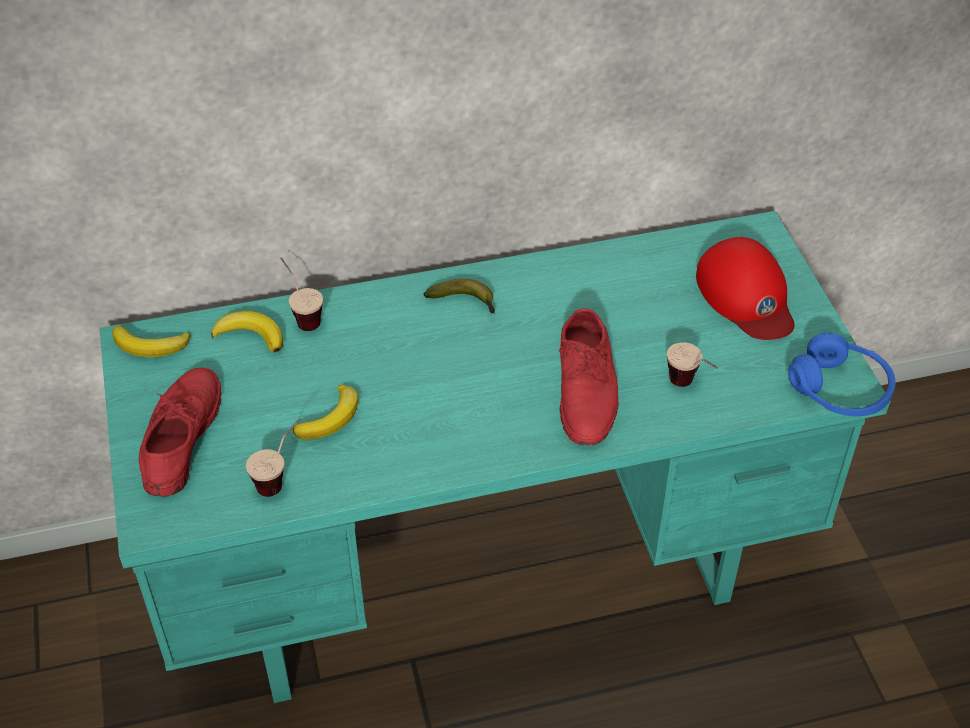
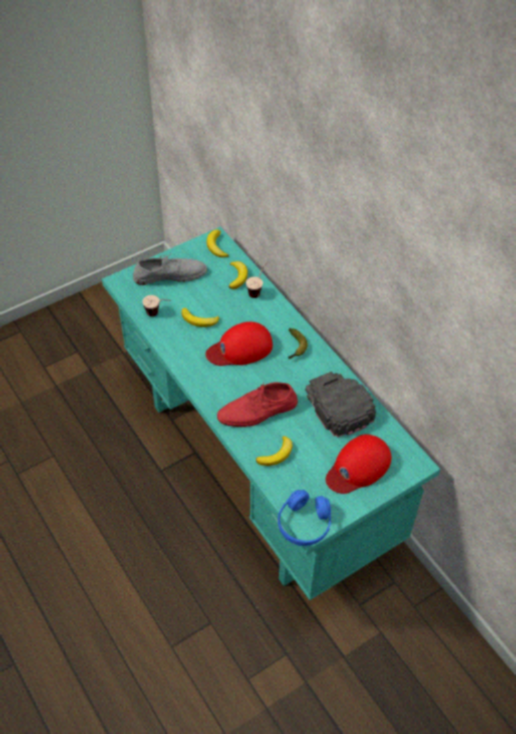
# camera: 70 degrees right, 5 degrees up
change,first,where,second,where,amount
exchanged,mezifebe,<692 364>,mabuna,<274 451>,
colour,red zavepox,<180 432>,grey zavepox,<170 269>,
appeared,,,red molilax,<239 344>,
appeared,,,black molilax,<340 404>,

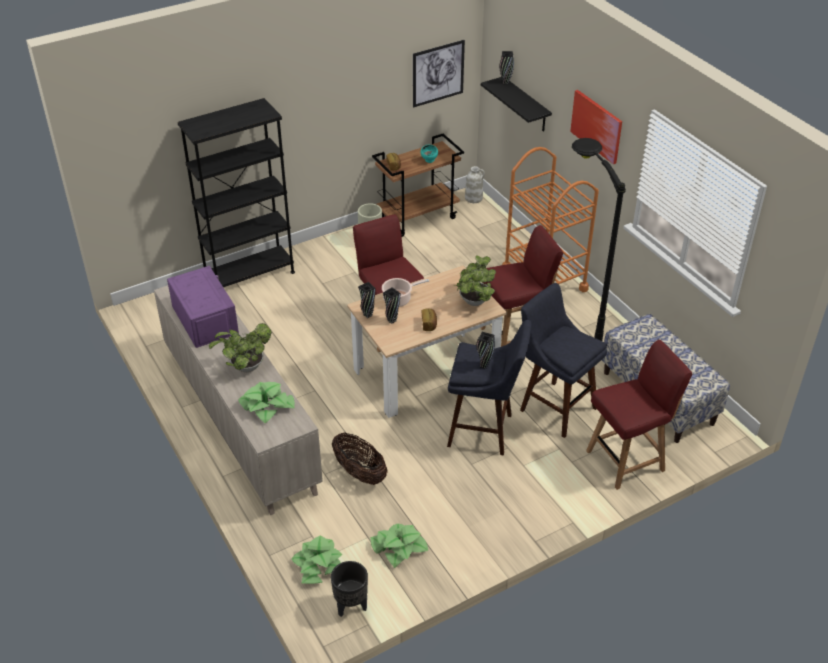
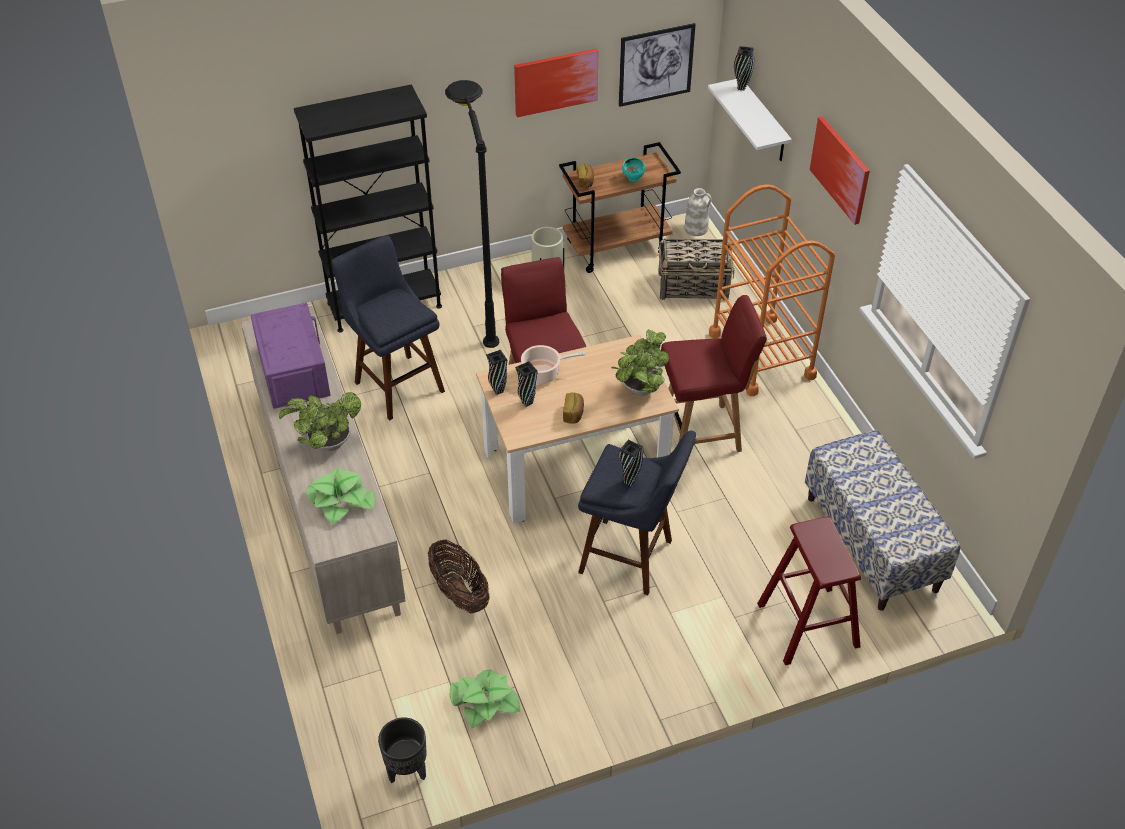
# camera: 10 degrees right, 5 degrees up
change,first,where,second,where,amount
colour,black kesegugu,<516 104>,white kesegugu,<750 120>,
relocated,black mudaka,<599 239>,,<472 214>,
relocated,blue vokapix,<563 360>,,<388 327>,
exchanged,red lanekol,<639 415>,red vokapix,<809 591>,
missing,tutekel,<317 559>,,,
appeared,,,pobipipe,<556 83>,
appeared,,,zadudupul,<696 269>,

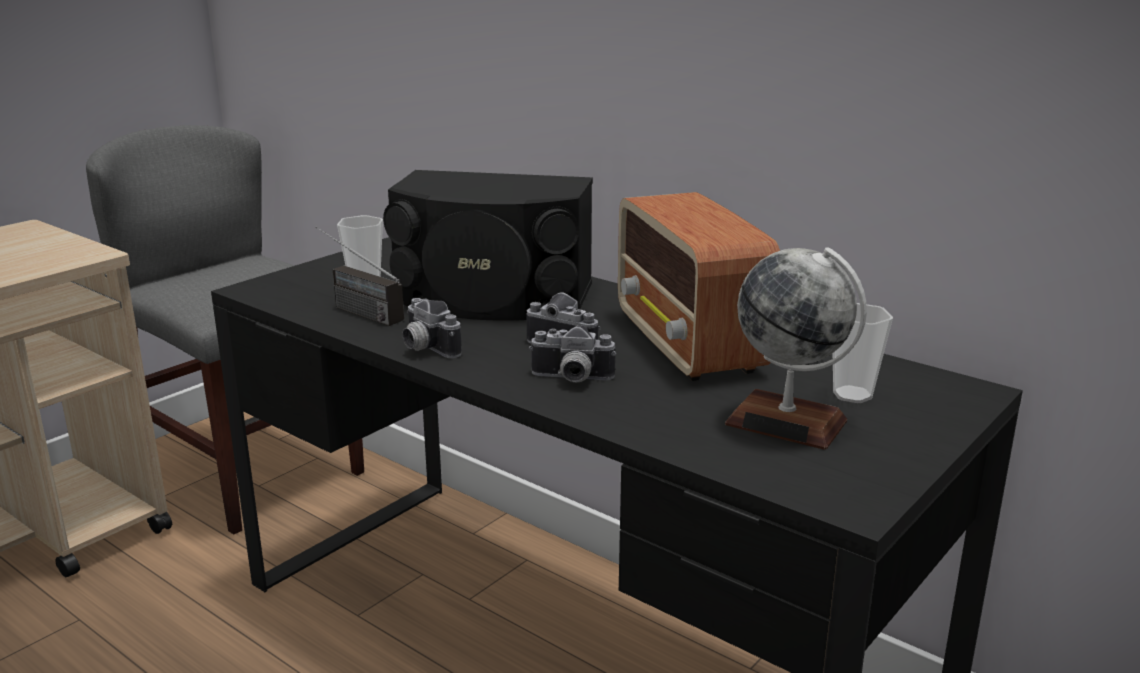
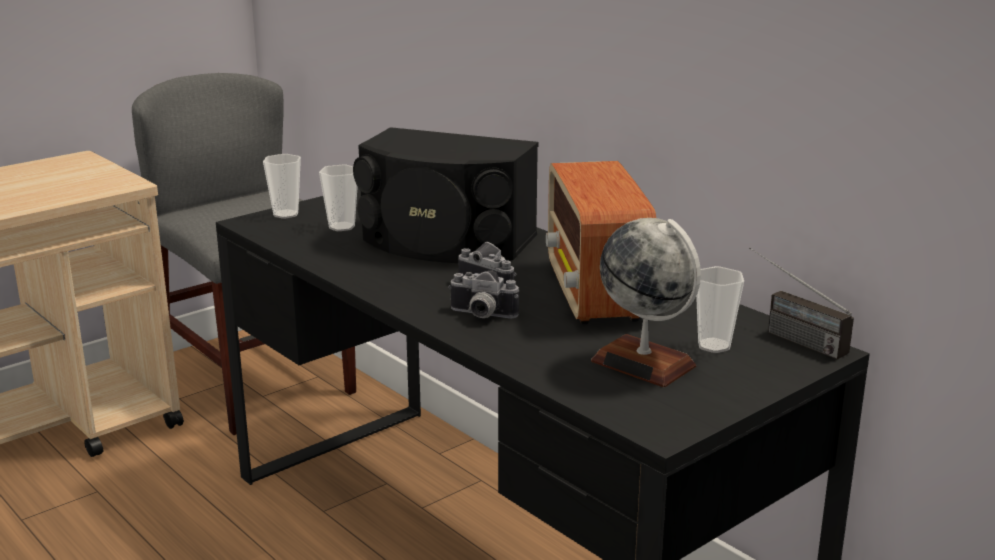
# camera: 10 degrees right, 0 degrees up
change,first,where,second,where,amount
relocated,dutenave,<359 276>,,<801 303>,
missing,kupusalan,<432 328>,,,
appeared,,,mezifebe,<282 186>,

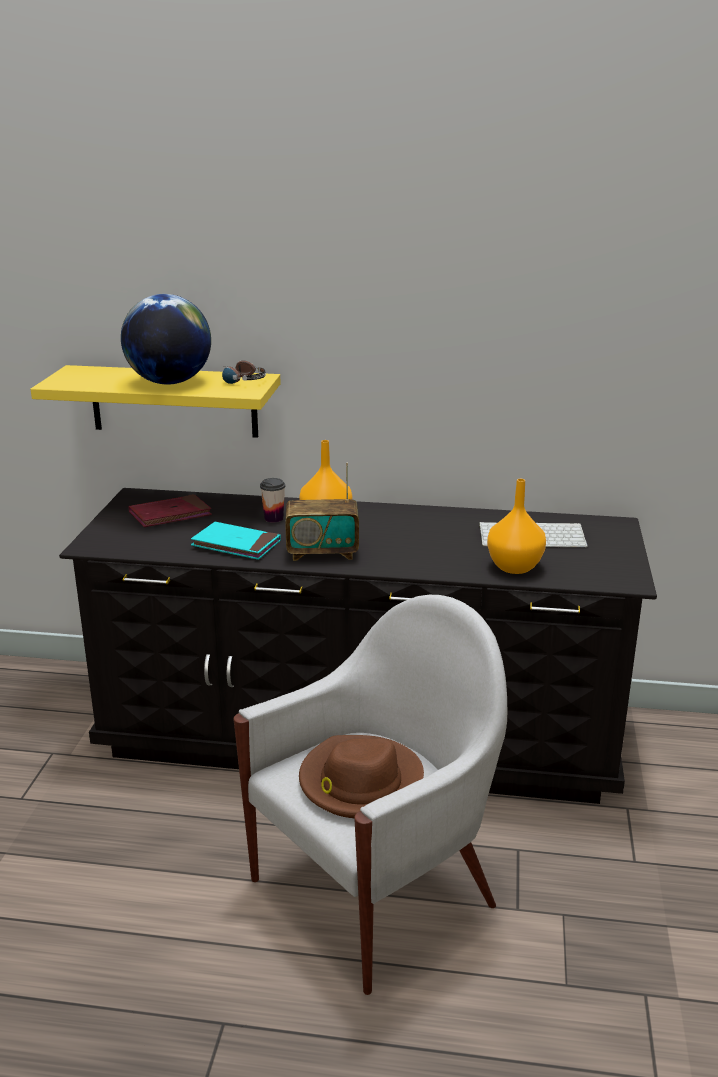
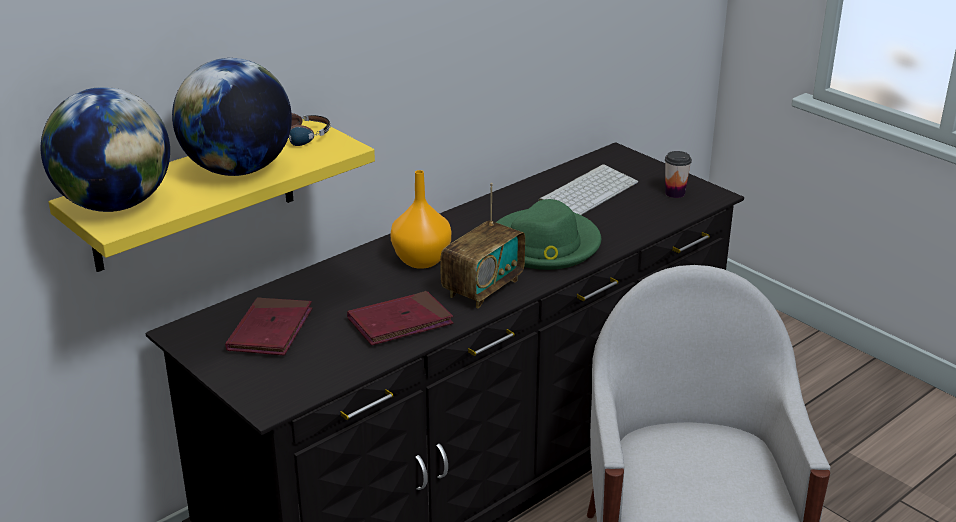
# camera: 50 degrees left, 5 degrees up
change,first,where,second,where,amount
relocated,mezifebe,<272 500>,,<678 174>,
missing,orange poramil,<516 526>,,,
colour,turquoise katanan,<236 541>,red katanan,<400 318>,
missing,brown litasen,<361 776>,,,
appeared,,,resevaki,<105 149>,
appeared,,,green litasen,<548 234>,

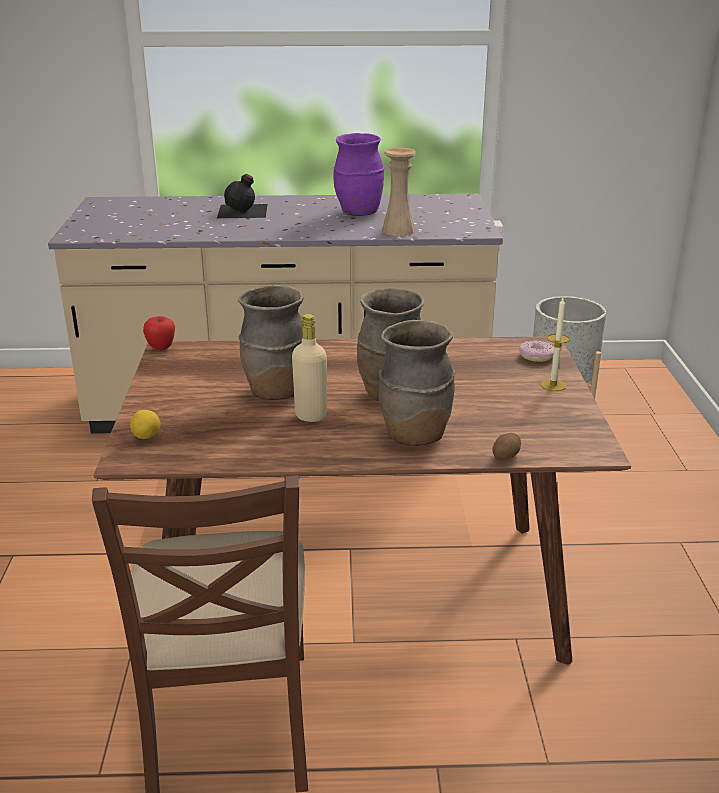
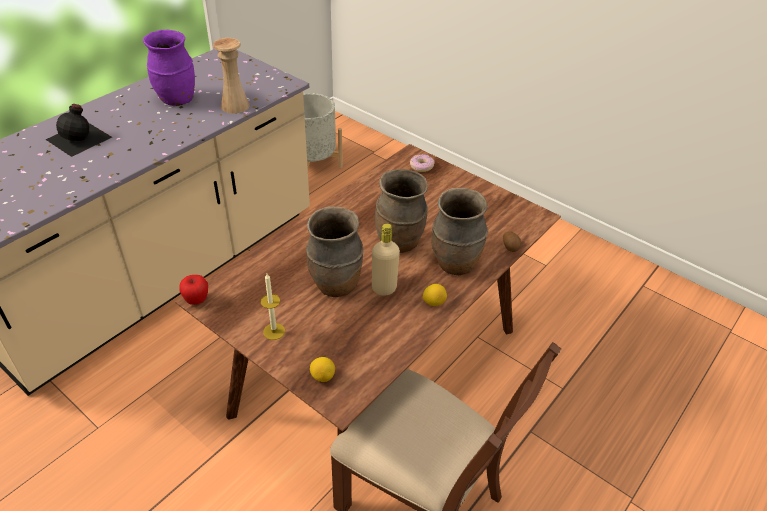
# camera: 50 degrees left, 15 degrees up
change,first,where,second,where,amount
relocated,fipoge,<555 344>,,<273 307>,
appeared,,,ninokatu,<435 295>,

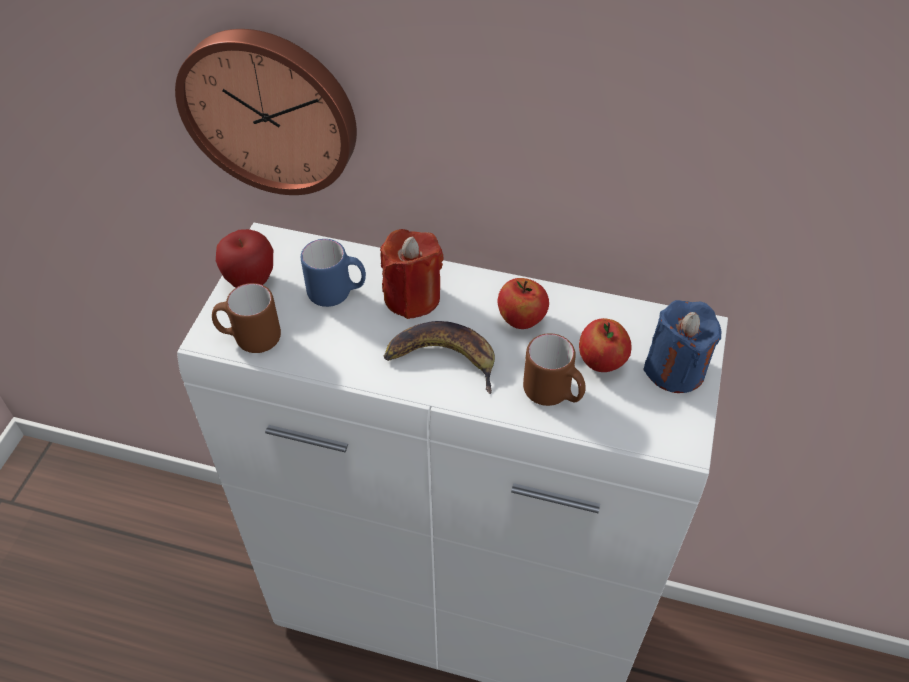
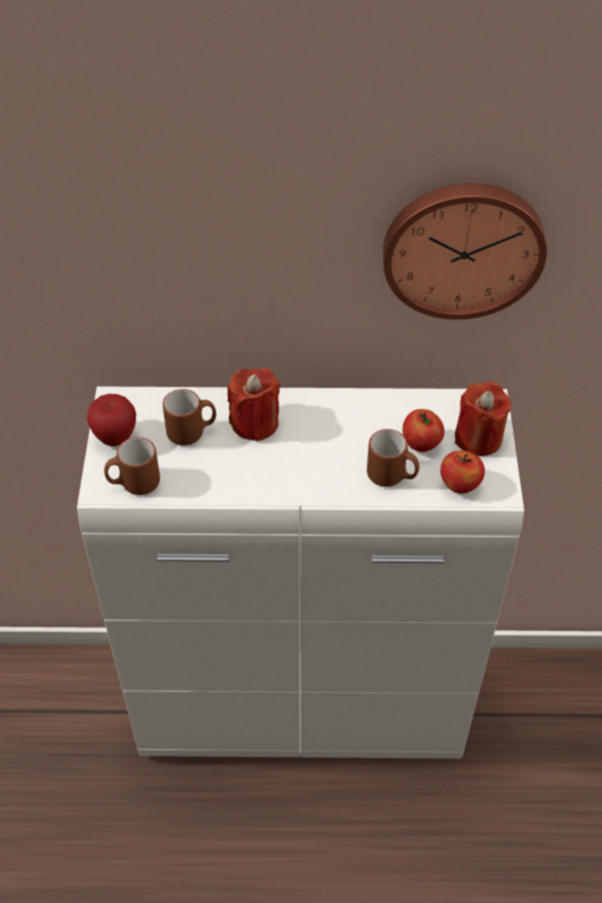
# camera: 15 degrees left, 0 degrees up
change,first,where,second,where,amount
relocated,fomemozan,<266 112>,,<465 251>,
colour,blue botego,<333 273>,brown botego,<189 417>,
relocated,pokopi,<523 303>,,<462 472>,
colour,blue fipoge,<682 346>,red fipoge,<483 419>,
missing,mabuna,<439 357>,,,

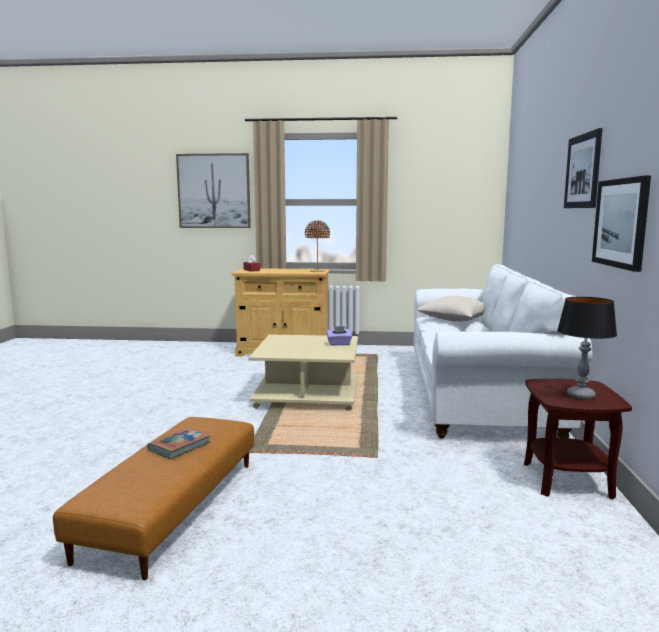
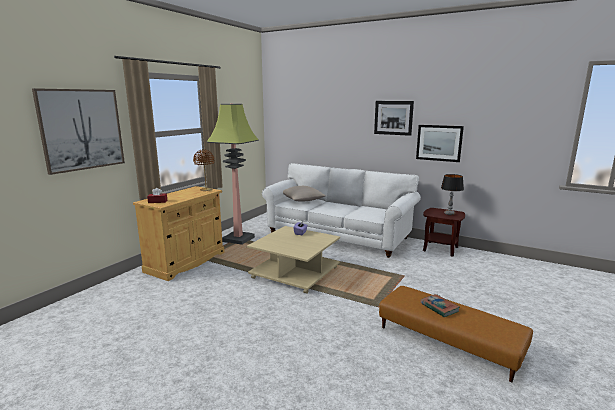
# camera: 65 degrees left, 5 degrees up
change,first,where,second,where,amount
appeared,,,mudaka,<233 174>,

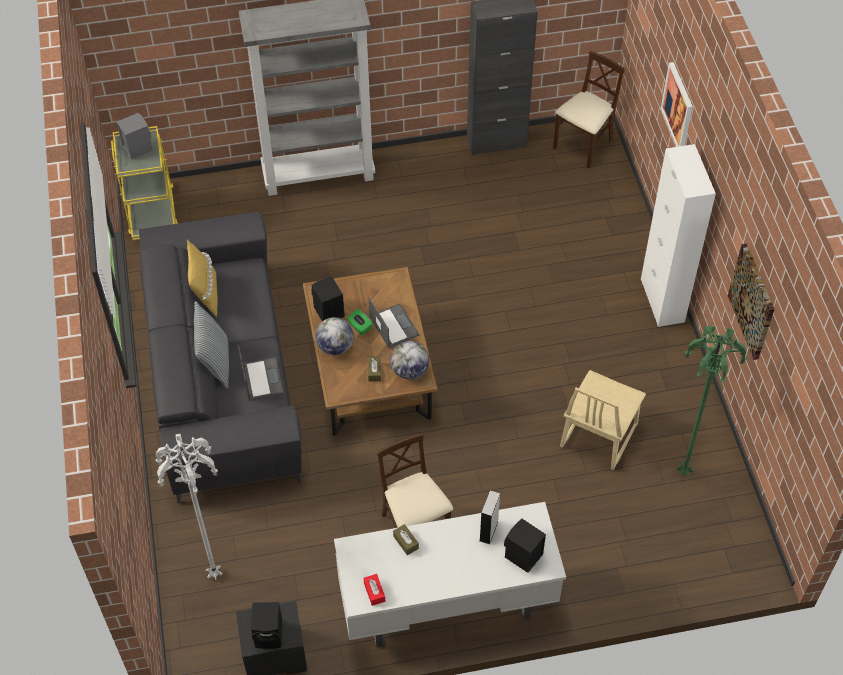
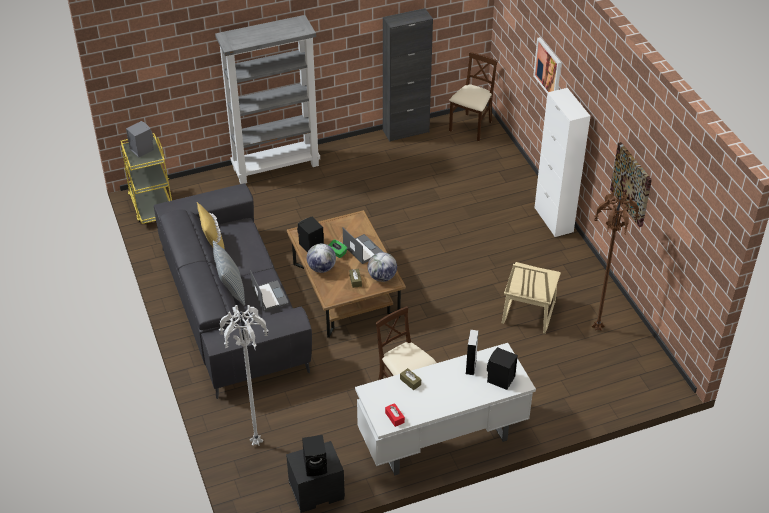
# camera: 10 degrees left, 10 degrees down
change,first,where,second,where,amount
colour,green mudaka,<712 401>,brown mudaka,<615 261>,

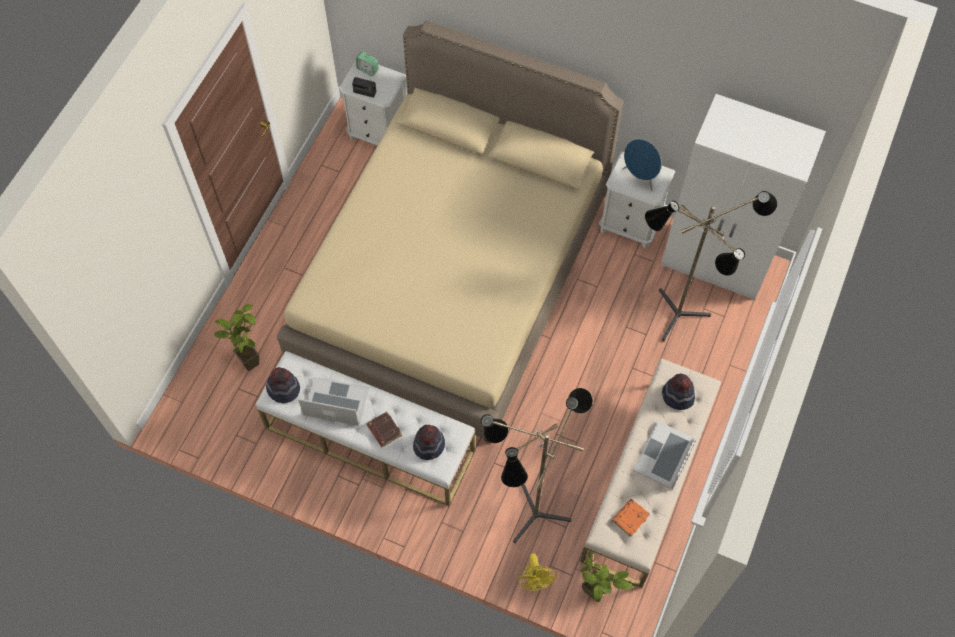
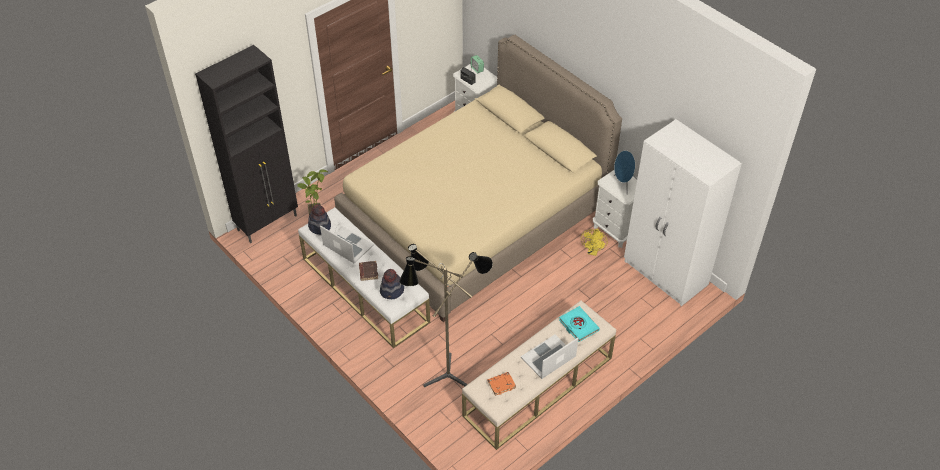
# camera: 25 degrees right, 15 degrees down
change,first,where,second,where,amount
missing,mudaka,<711 266>,,,
exchanged,litasen,<678 391>,turquoise katanan,<579 324>,
missing,tutekel,<607 577>,,,
relocated,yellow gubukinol,<537 572>,,<594 242>,
appeared,,,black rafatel,<246 144>,

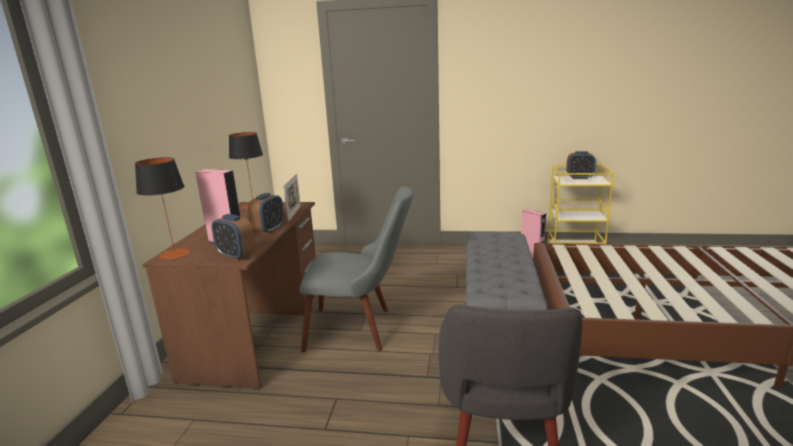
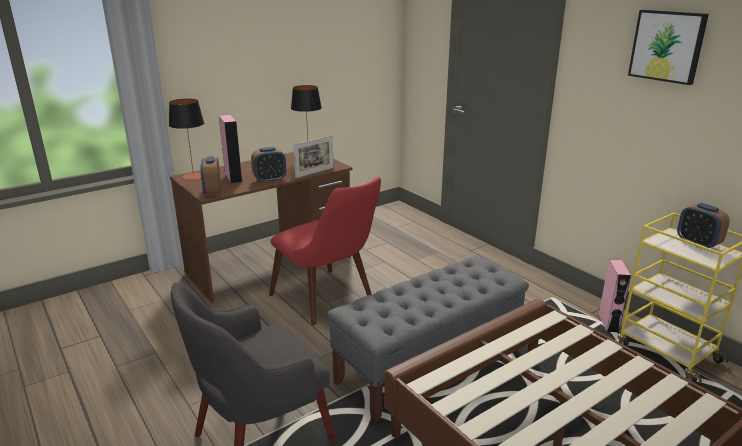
# camera: 45 degrees right, 5 degrees up
change,first,where,second,where,amount
colour,grey lanekol,<356 269>,red lanekol,<325 251>,
appeared,,,pobipipe,<668 47>,

